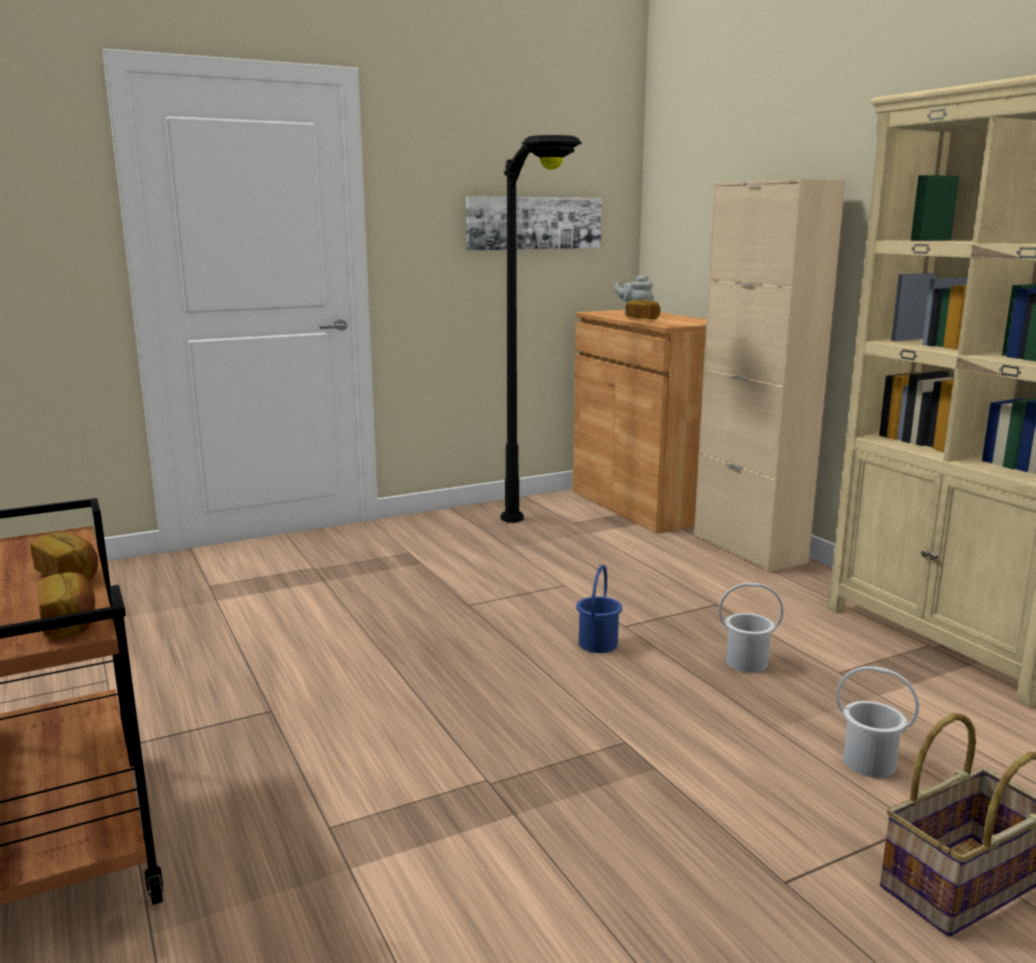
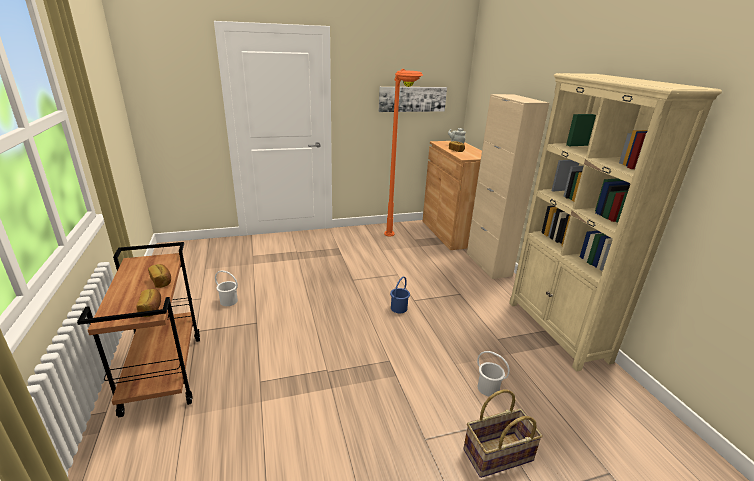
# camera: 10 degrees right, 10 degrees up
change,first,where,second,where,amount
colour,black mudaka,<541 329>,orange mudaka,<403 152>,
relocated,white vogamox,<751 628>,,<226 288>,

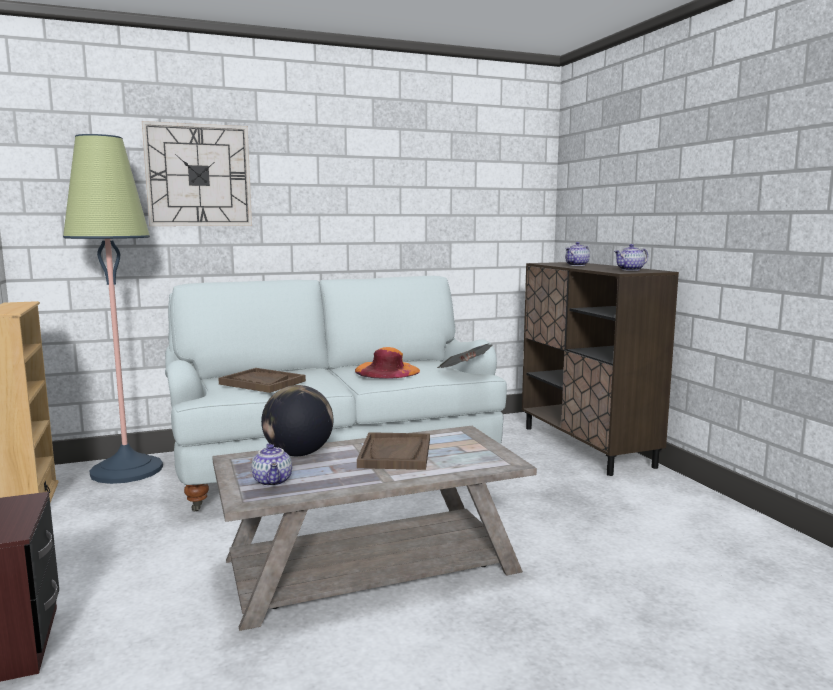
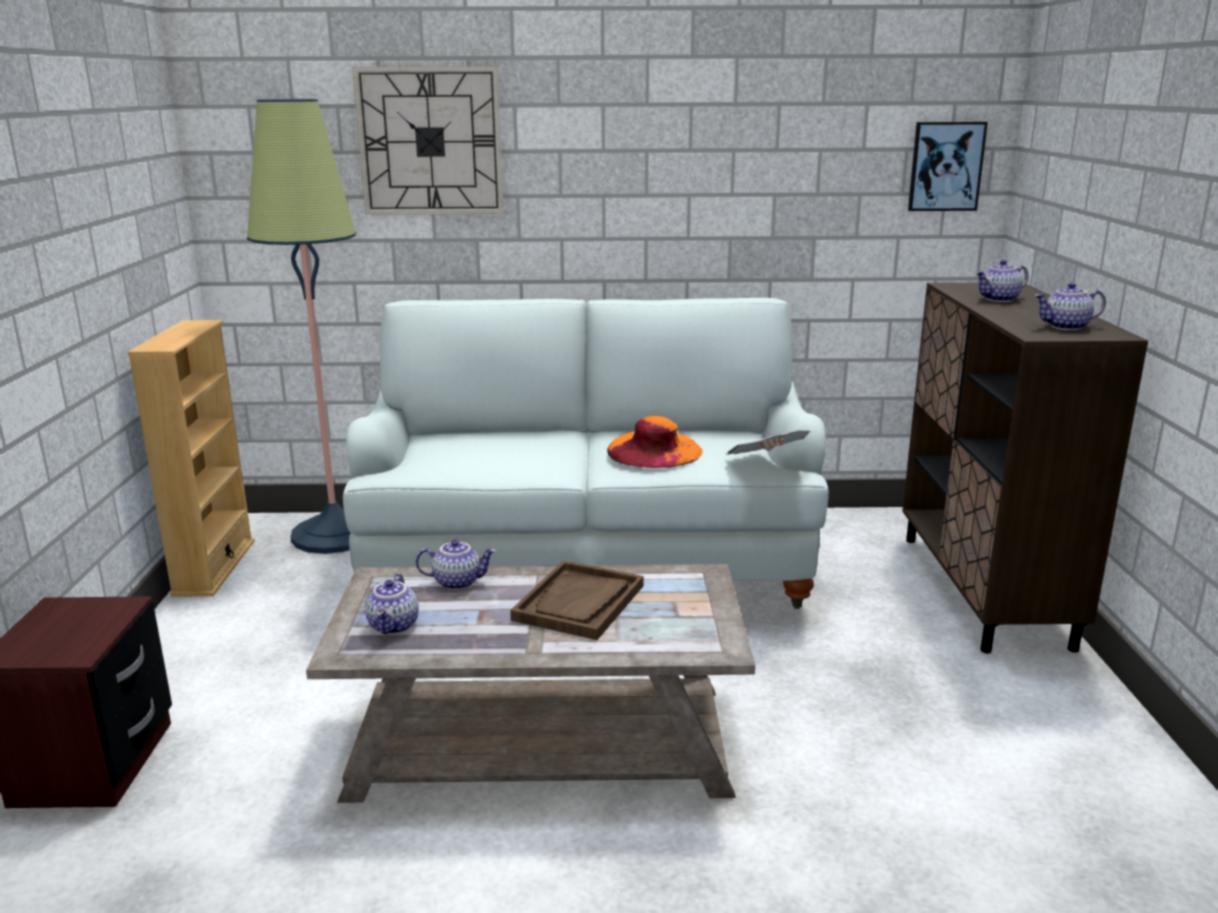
# camera: 20 degrees right, 10 degrees up
change,first,where,second,where,amount
missing,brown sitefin,<262 380>,,,
exchanged,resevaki,<297 420>,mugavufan,<456 564>,
appeared,,,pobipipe,<948 166>,

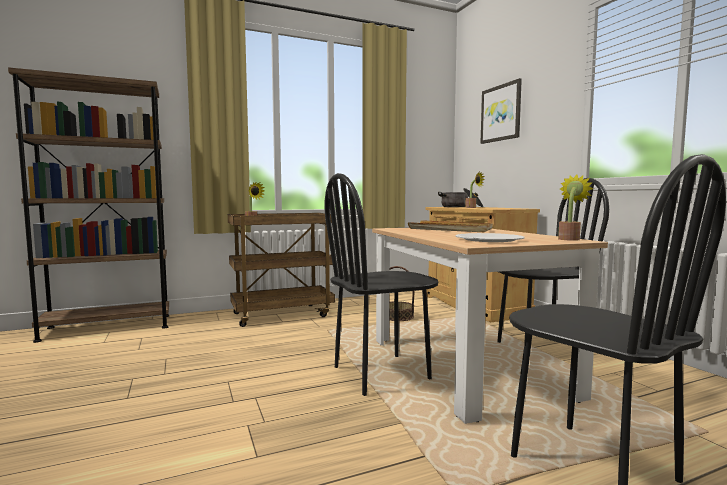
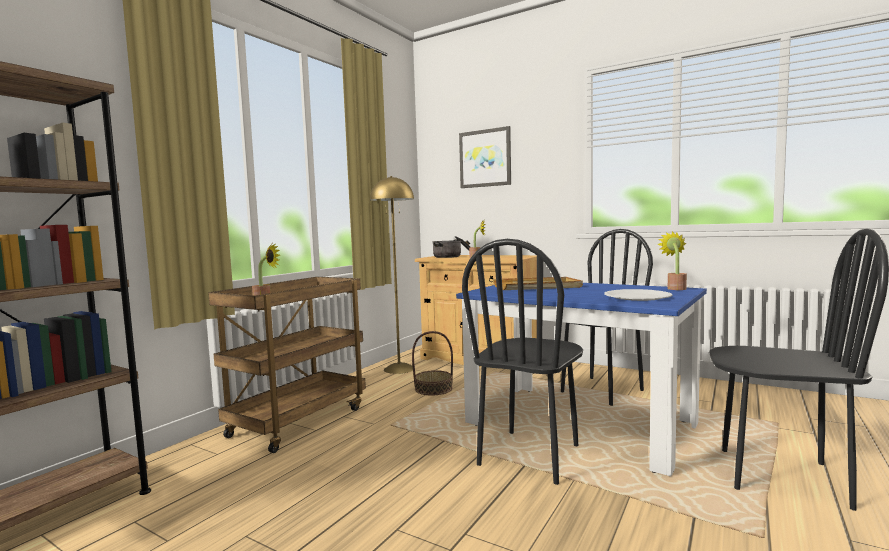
# camera: 35 degrees left, 0 degrees up
change,first,where,second,where,amount
colour,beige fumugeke,<490 326>,blue fumugeke,<581 379>,
appeared,,,yellow mudaka,<392 275>,

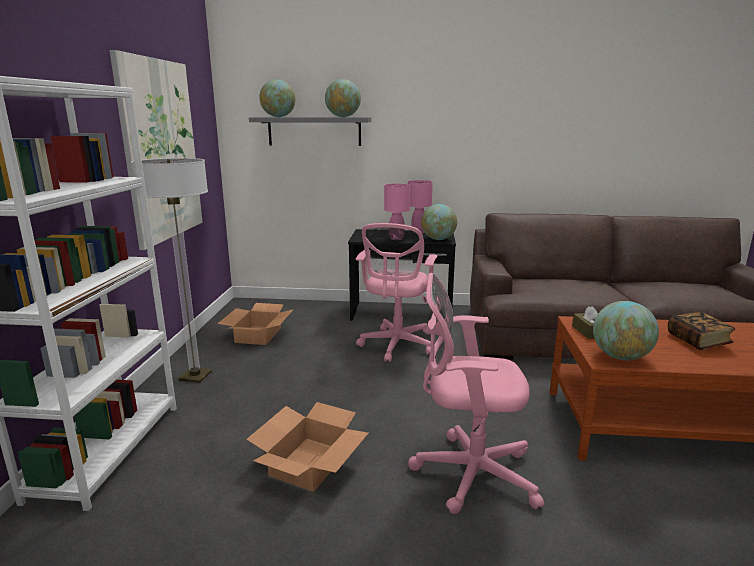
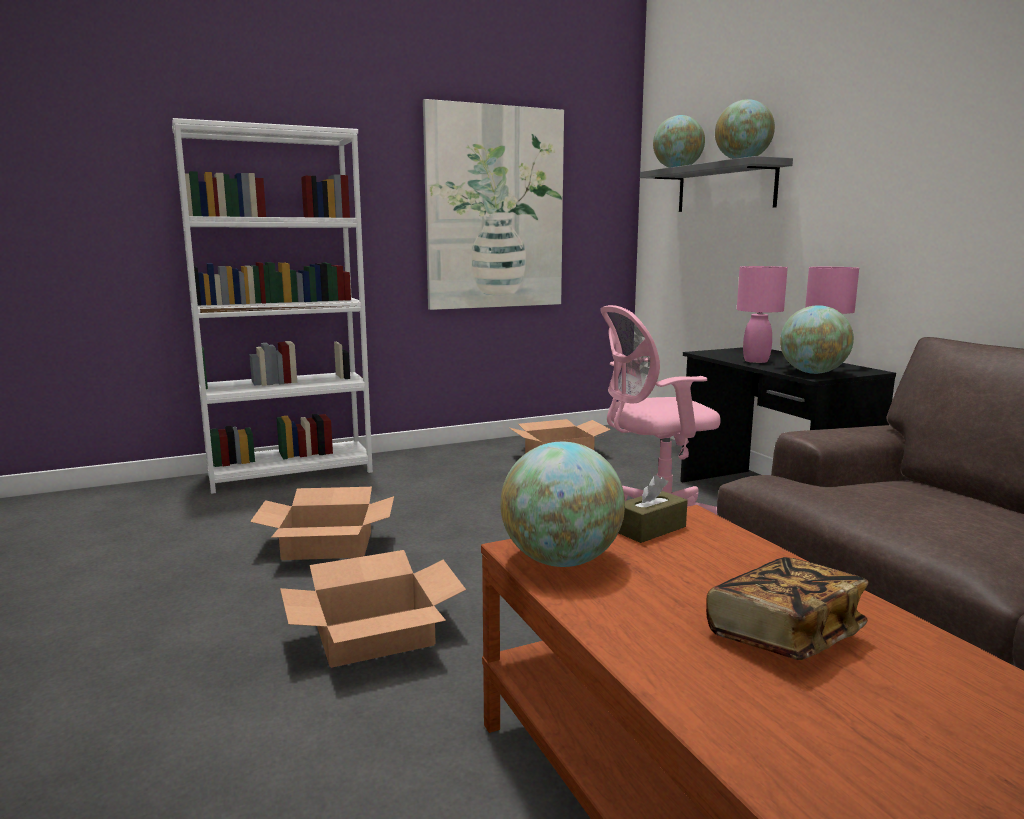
# camera: 60 degrees right, 5 degrees down
change,first,where,second,where,amount
missing,mudaka,<171 270>,,,
exchanged,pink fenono,<476 393>,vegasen,<373 609>,

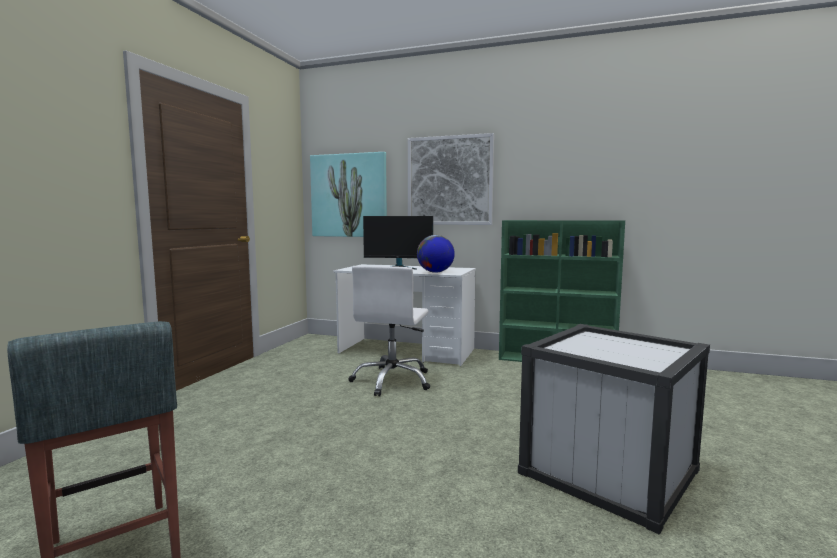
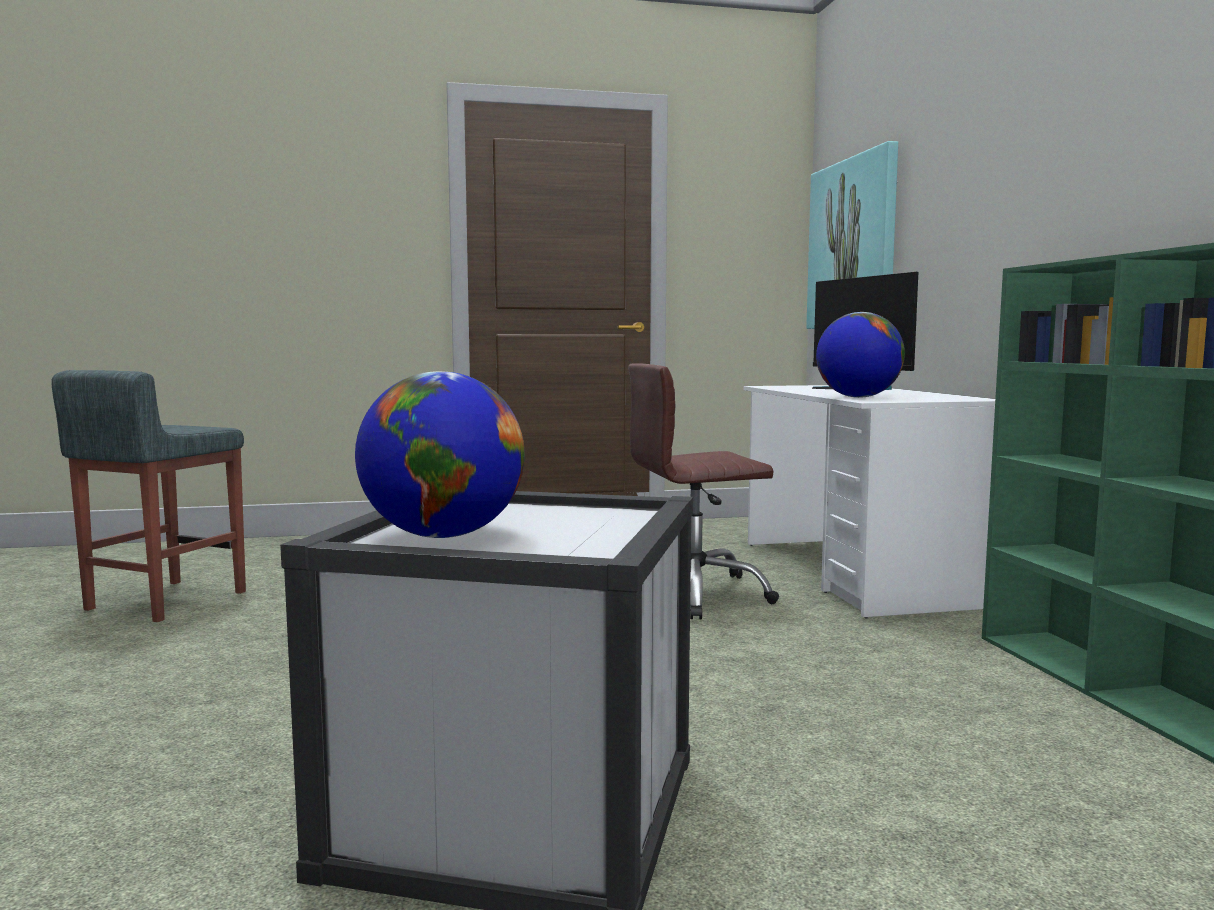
# camera: 60 degrees right, 0 degrees up
change,first,where,second,where,amount
missing,pobipipe,<451 179>,,,
colour,white fenono,<389 331>,brown fenono,<703 491>,
appeared,,,resevaki,<440 454>,

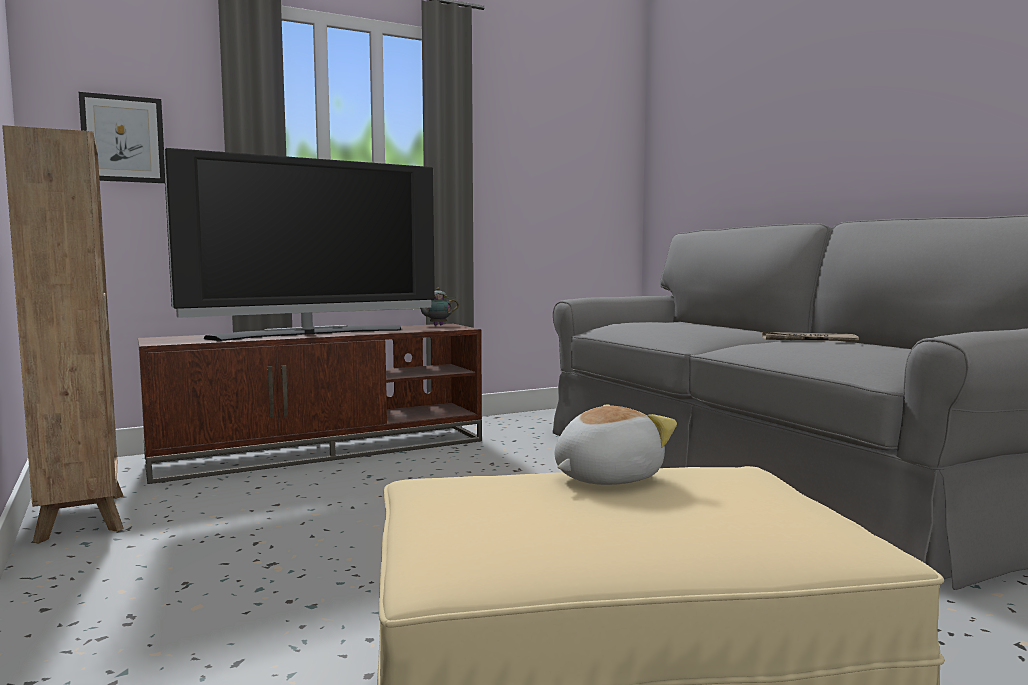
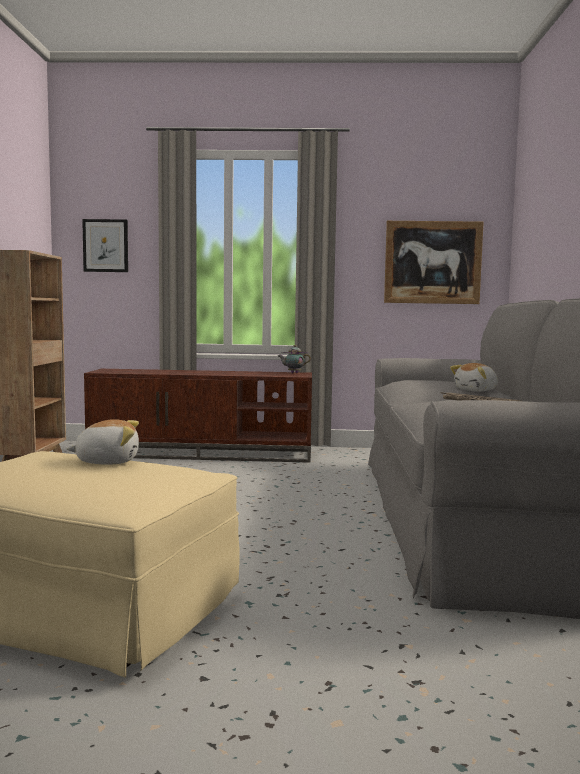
# camera: 30 degrees right, 0 degrees up
change,first,where,second,where,amount
missing,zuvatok,<299 244>,,,
appeared,,,pobipipe,<434 262>,
appeared,,,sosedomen,<474 377>,

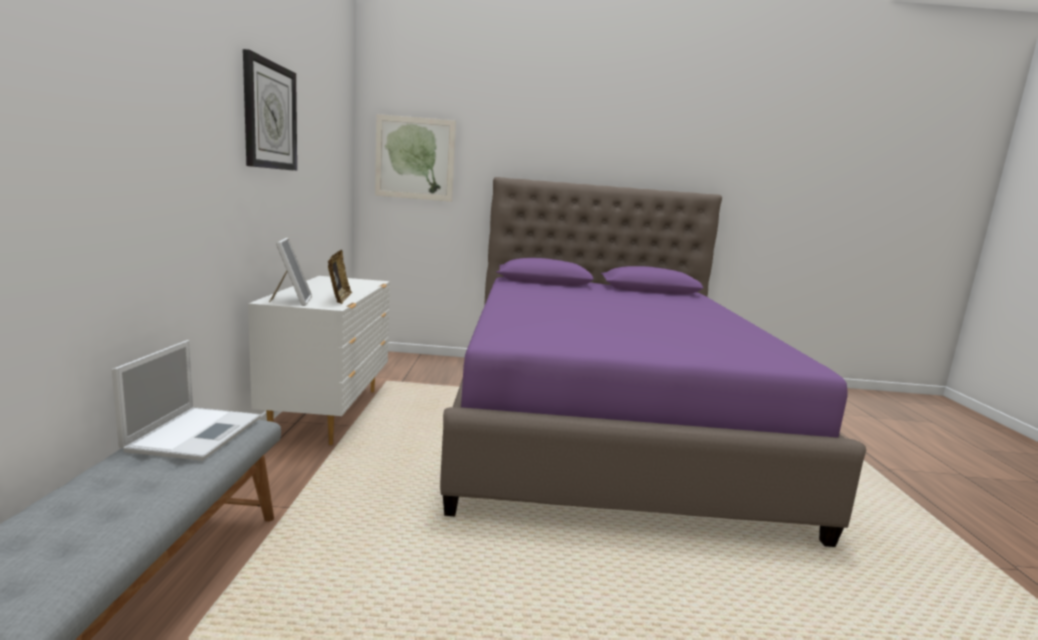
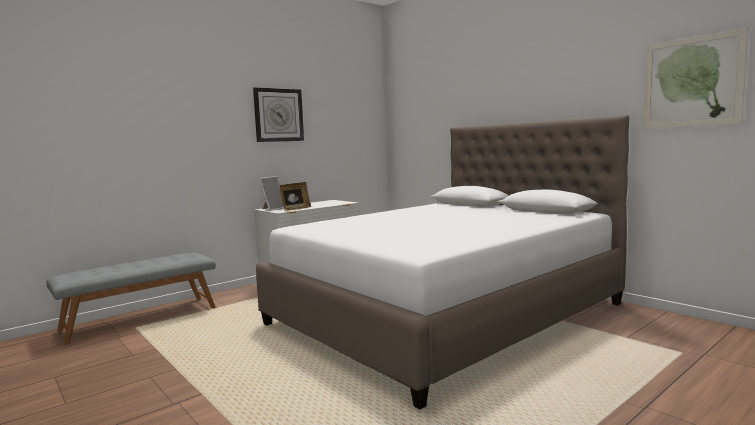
# camera: 50 degrees right, 5 degrees down
change,first,where,second,where,amount
relocated,pobipipe,<415 158>,,<695 78>,
colour,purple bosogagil,<653 362>,white bosogagil,<442 262>,
missing,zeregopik,<186 400>,,,

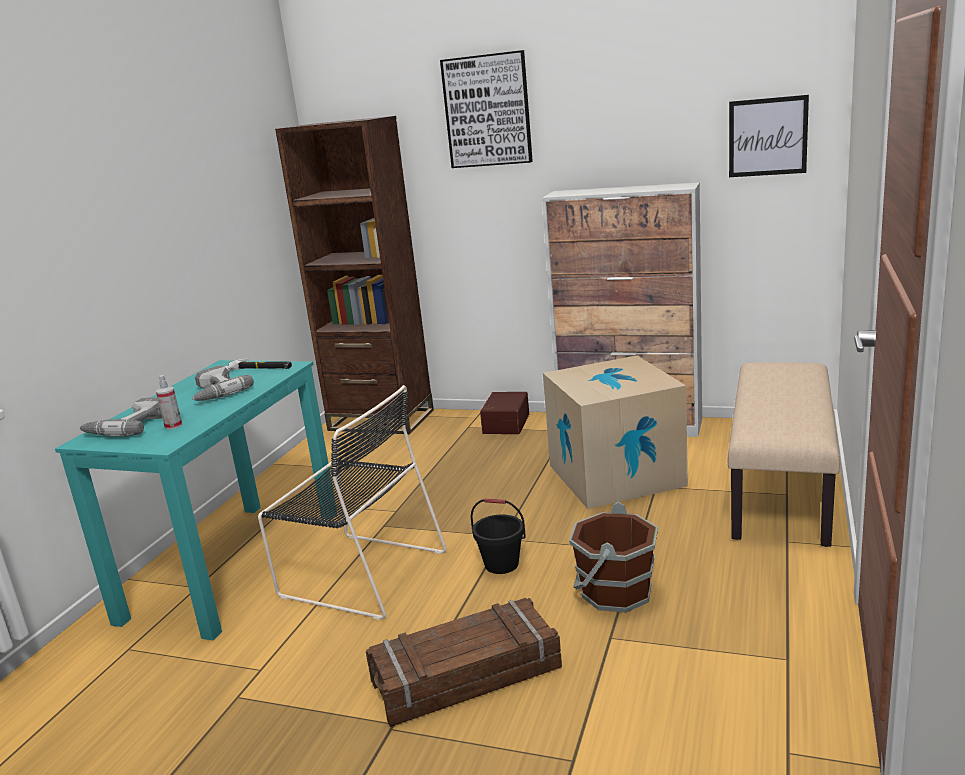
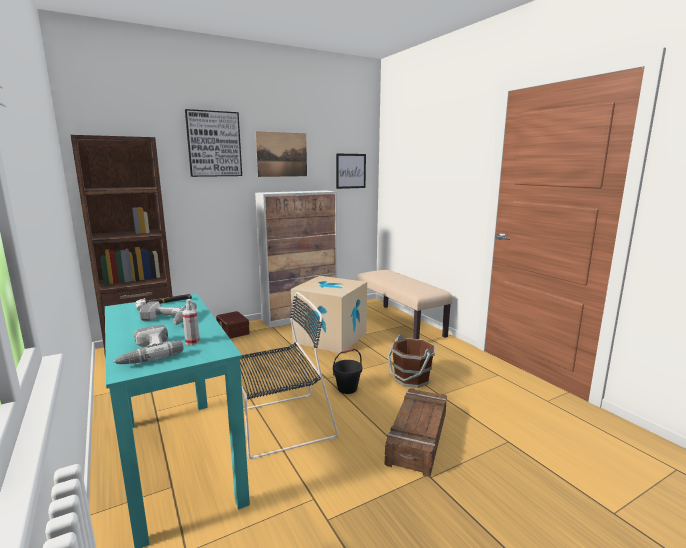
# camera: 50 degrees left, 5 degrees down
change,first,where,second,where,amount
appeared,,,pobipipe,<281 154>,

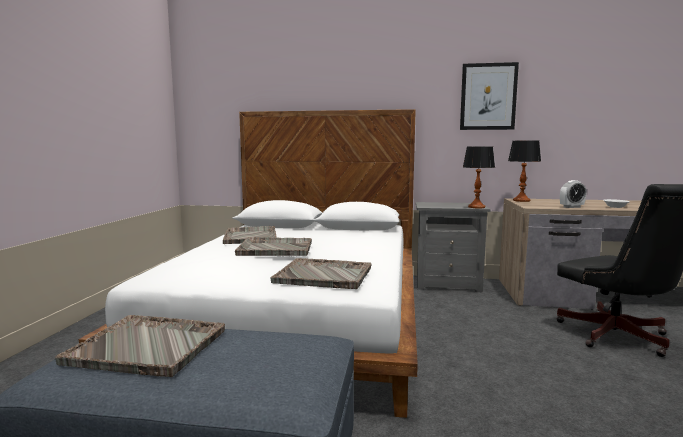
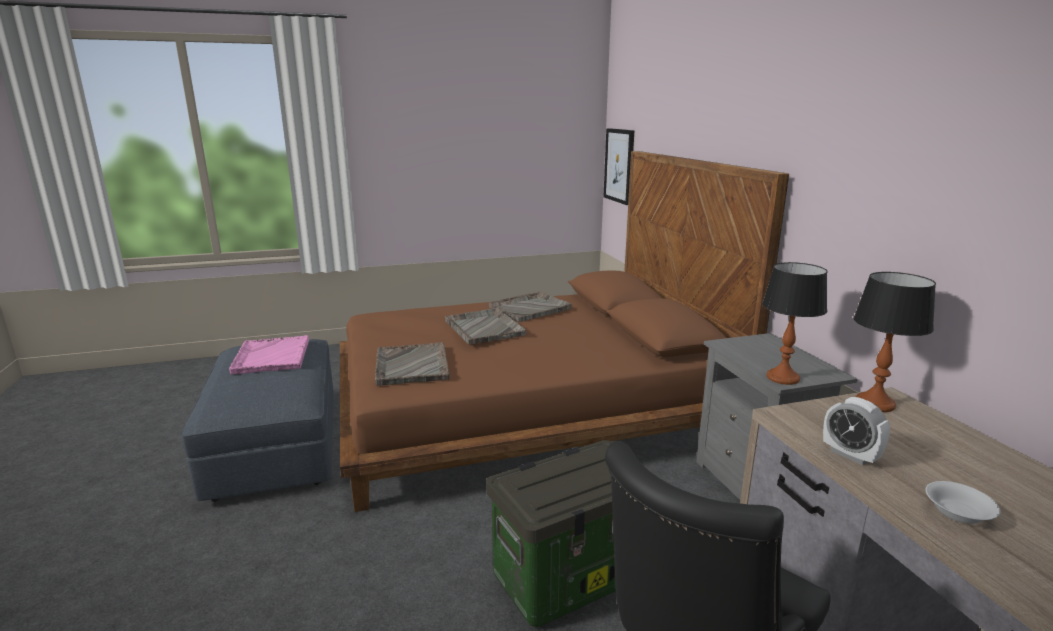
# camera: 65 degrees right, 10 degrees up
change,first,where,second,where,amount
relocated,pobipipe,<489 96>,,<619 166>,
colour,white bosogagil,<248 263>,brown bosogagil,<564 331>,
colour,grey sitefin,<140 346>,pink sitefin,<269 354>,
appeared,,,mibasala,<572 533>,

